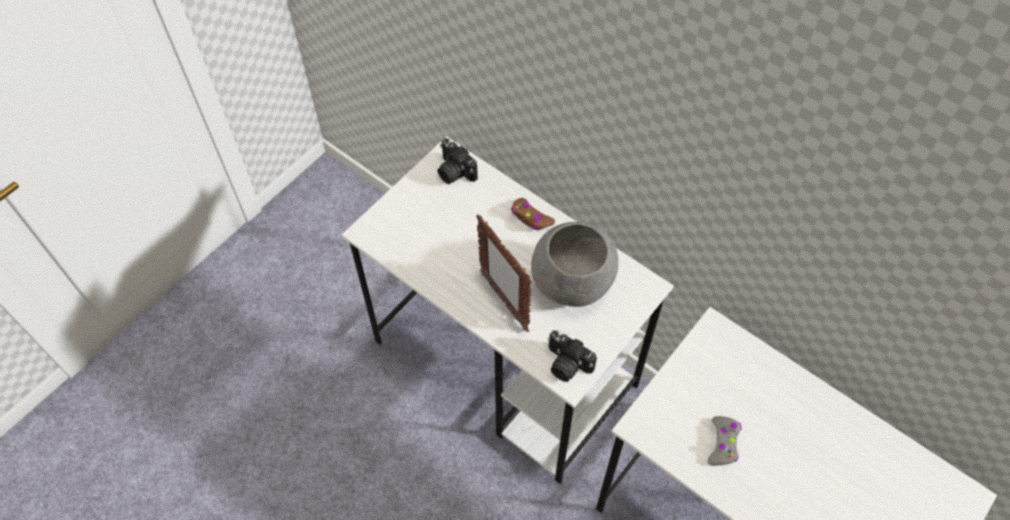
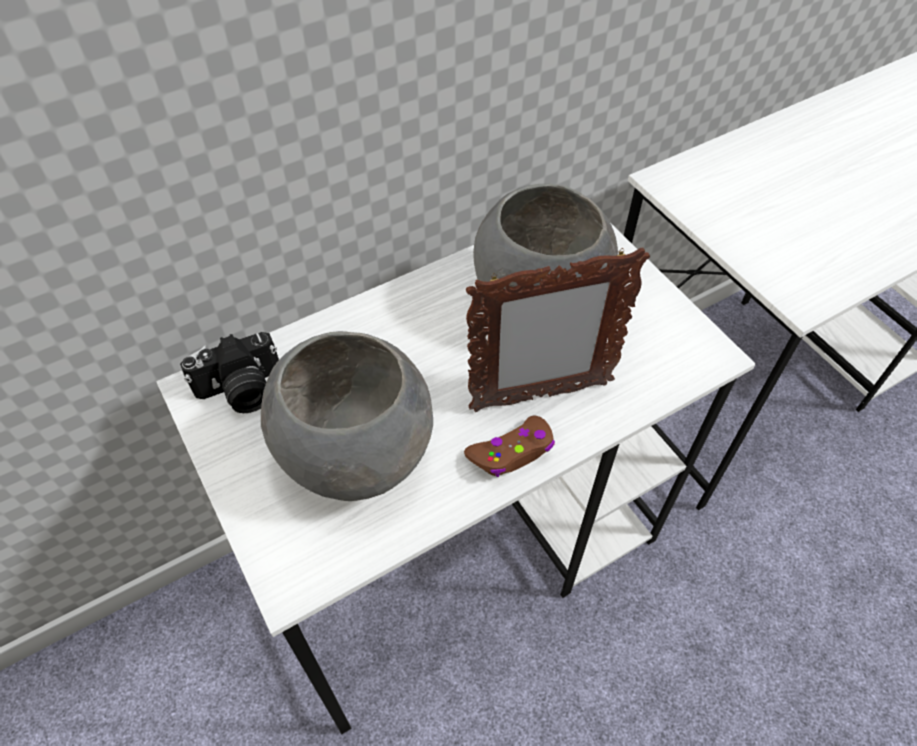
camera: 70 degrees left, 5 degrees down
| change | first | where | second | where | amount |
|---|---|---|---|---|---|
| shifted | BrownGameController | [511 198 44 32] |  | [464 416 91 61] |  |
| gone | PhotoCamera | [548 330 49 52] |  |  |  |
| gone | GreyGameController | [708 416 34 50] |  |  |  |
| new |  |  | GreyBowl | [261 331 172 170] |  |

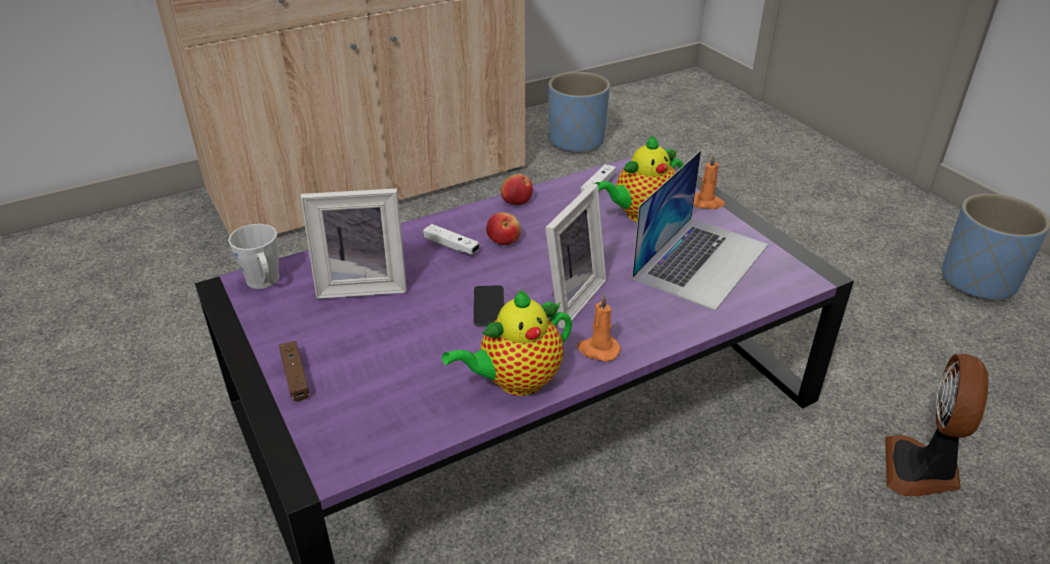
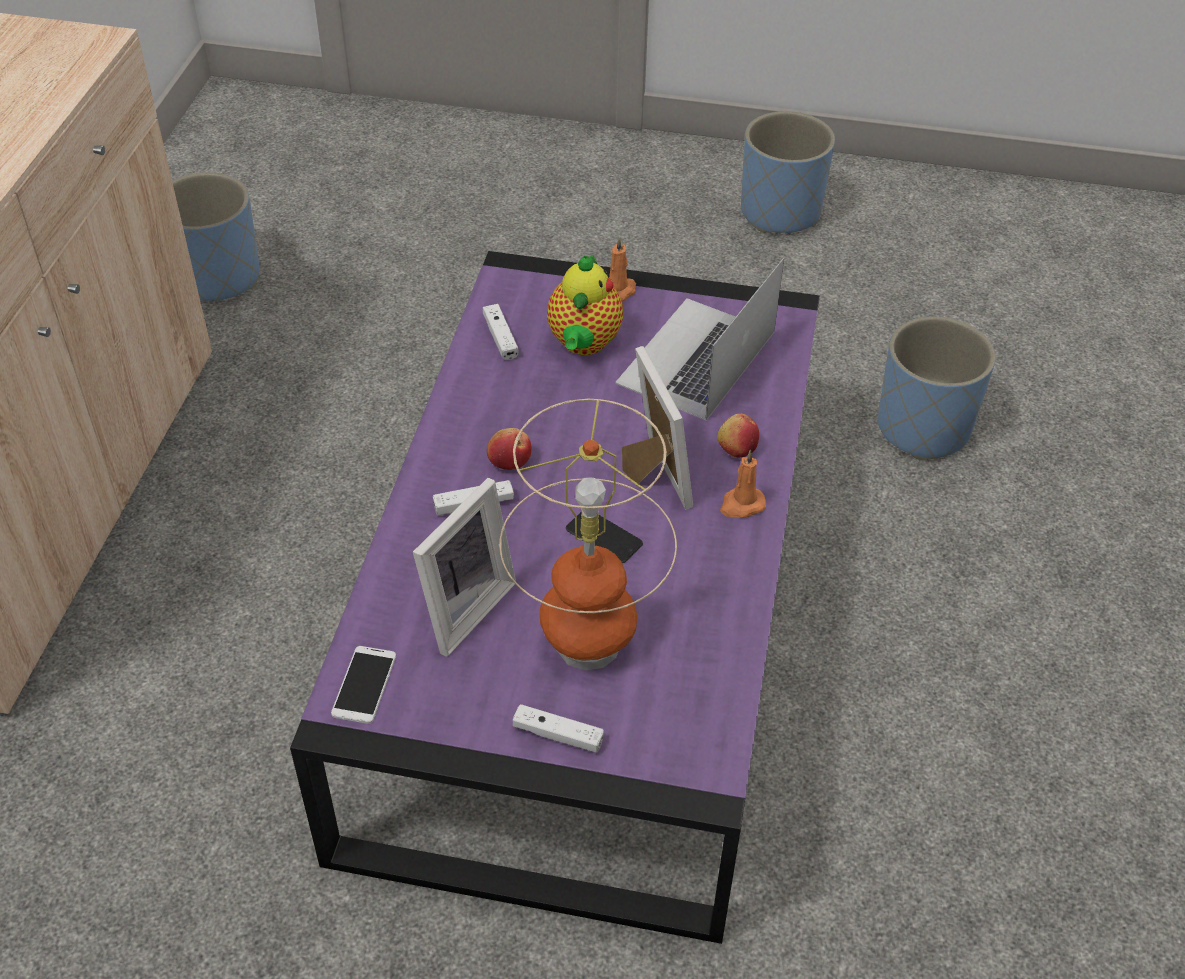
camera: 50 degrees left, 10 degrees up
| change | first | where | second | where | amount |
|---|---|---|---|---|---|
| rotated | Laptop | [632 150 136 161] |  | [615 258 169 163] | 135 degrees counterclockwise |
| shifted | Apple | [501 174 32 31] |  | [717 414 42 43] |  |
| swapped | GreyMug | [228 224 52 65] | Phone | [331 646 65 78] |  |
| gone | Teapot | [442 290 130 106] |  |  |  |
| repainted | BrownGameController | [279 341 31 60] | WhiteGameController | [513 704 91 49] |  |
| swapped | Fan | [885 354 104 142] | BluePlanter | [878 316 118 144] |  |
| new |  |  | TableLamp | [499 399 178 271] |  |

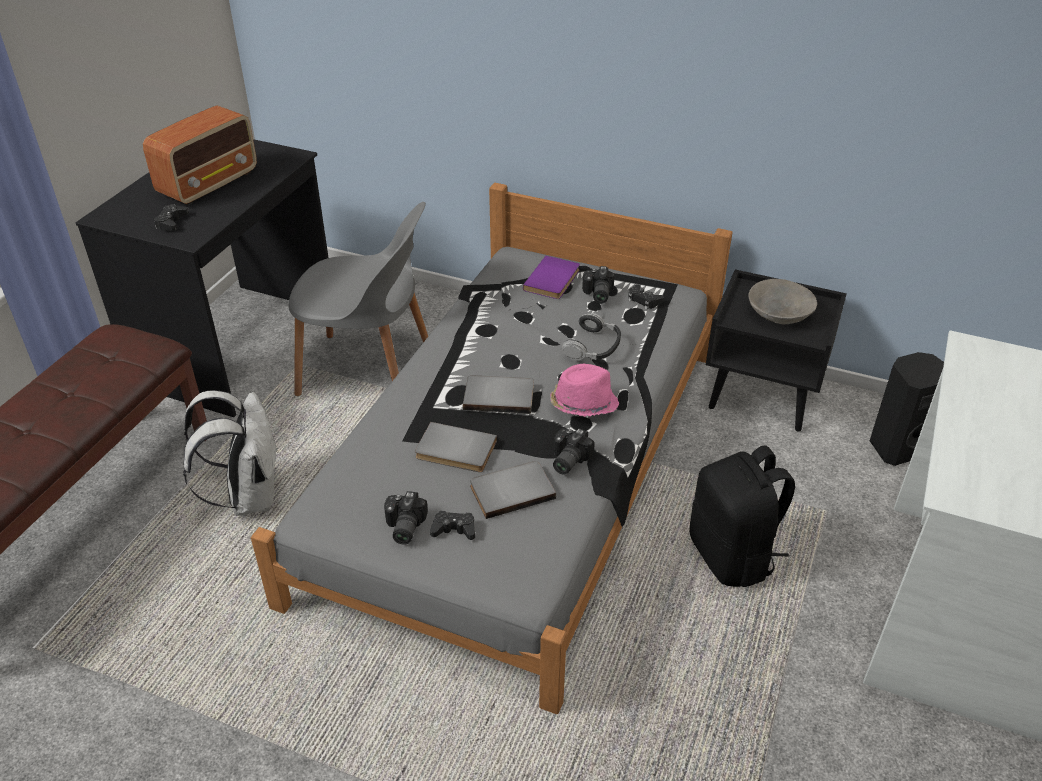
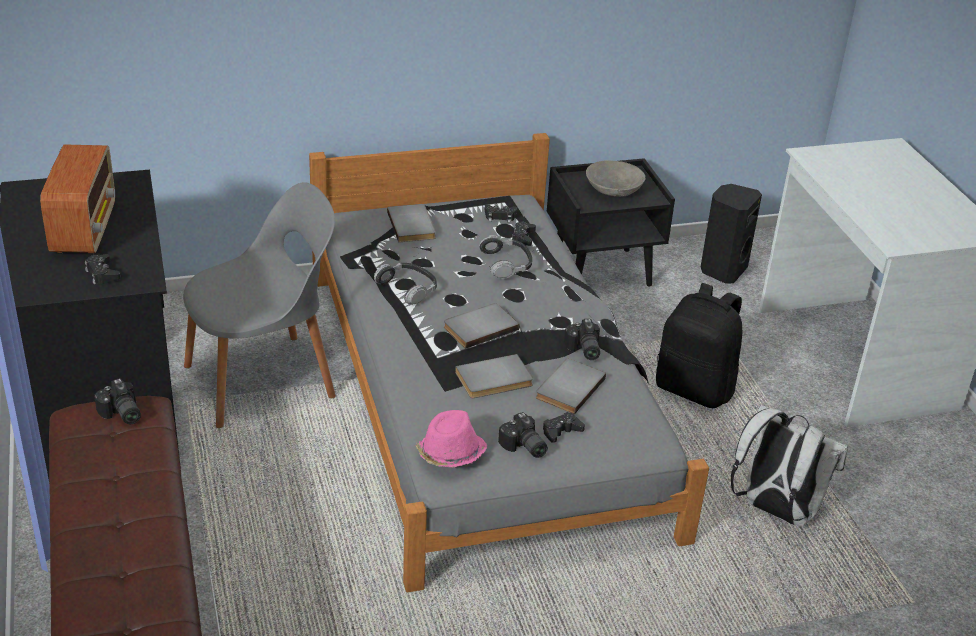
camera: 40 degrees left, 5 degrees down
| change | first | where | second | where | amount |
|---|---|---|---|---|---|
| repainted | PurpleBook | [523 256 57 43] | GreyBook | [387 204 49 38] |  |
| shifted | PhotoCamera | [582 266 33 38] |  | [94 378 47 46] |  |
| shifted | PinkHat | [550 364 69 53] |  | [415 410 72 57] |  |
| shifted | WhiteBackpack | [183 391 95 125] |  | [731 404 117 123] |  |
| new |  |  | BlackGameController | [512 222 24 24] |  |
| new |  |  | Headphones | [374 263 63 42] |  |

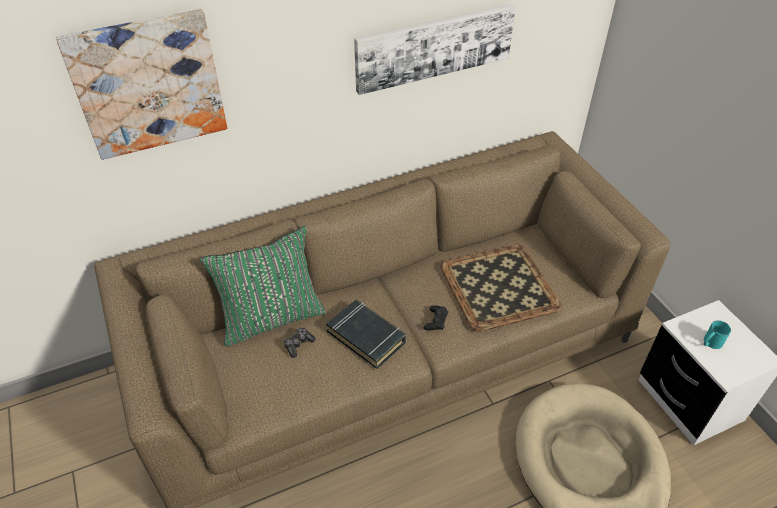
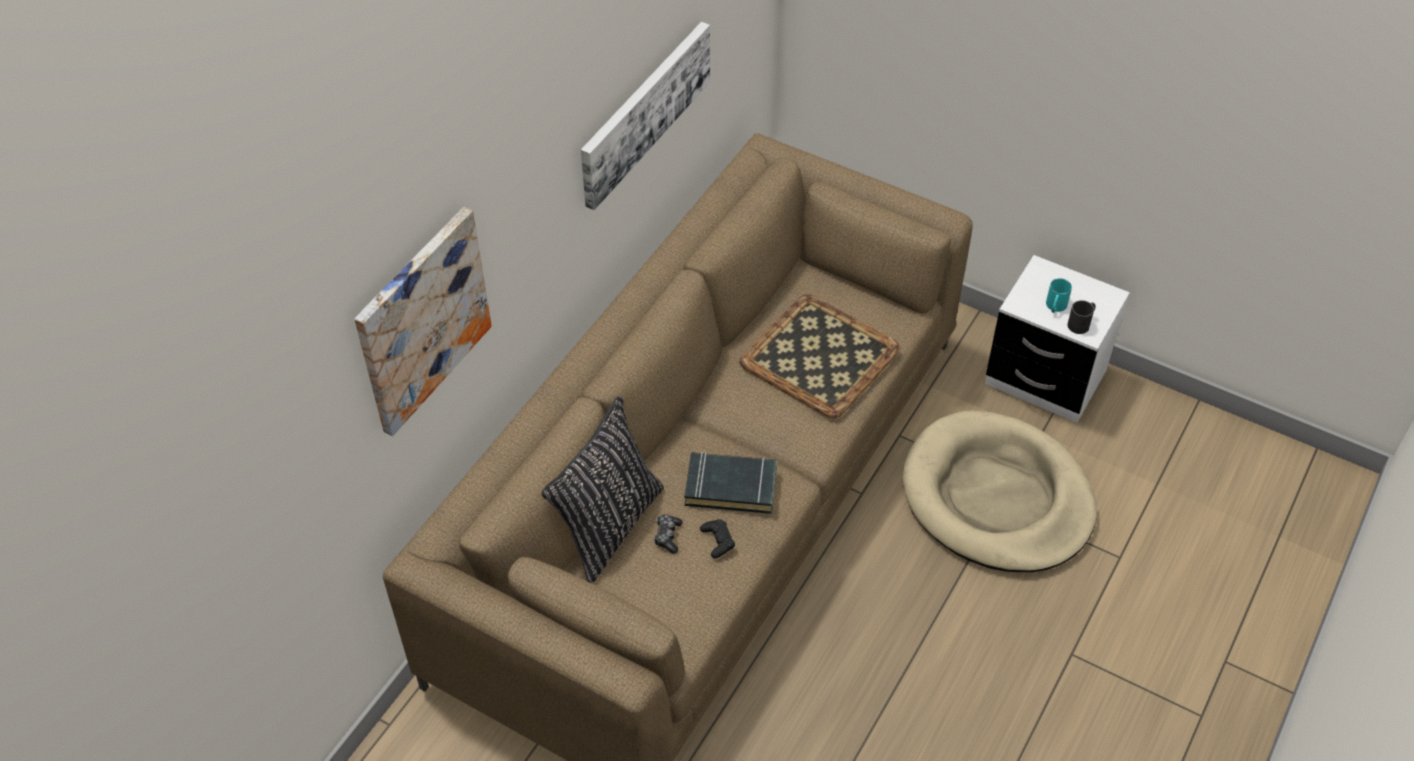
camera: 35 degrees left, 5 degrees up
| change | first | where | second | where | amount |
|---|---|---|---|---|---|
| repainted | GreenPillow | [199 226 127 121] | BlackPillow | [542 395 122 188] |  |
| shifted | BlackGameController | [424 305 24 26] |  | [700 519 35 40] |  |
| new |  |  | BlackMug | [1067 300 29 34] |  |

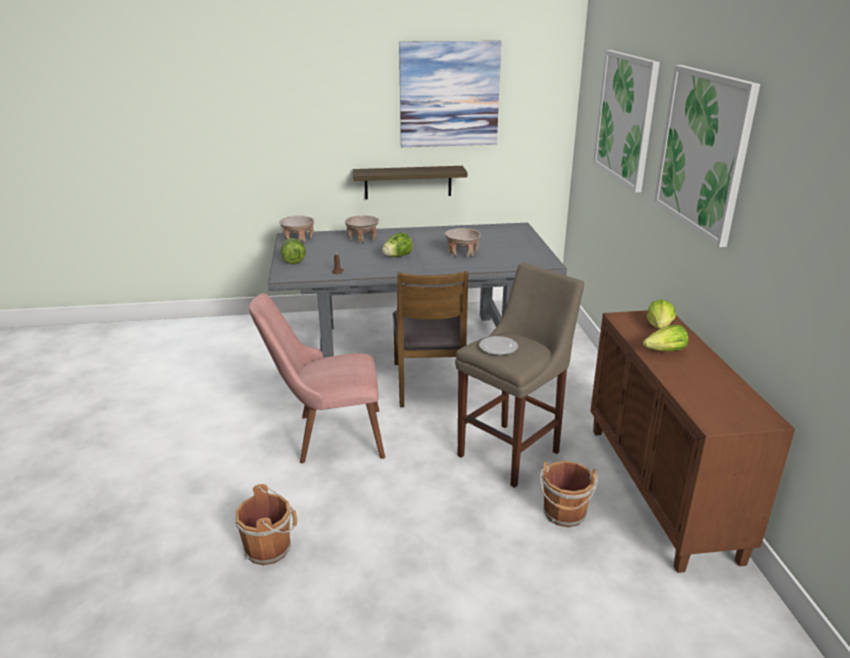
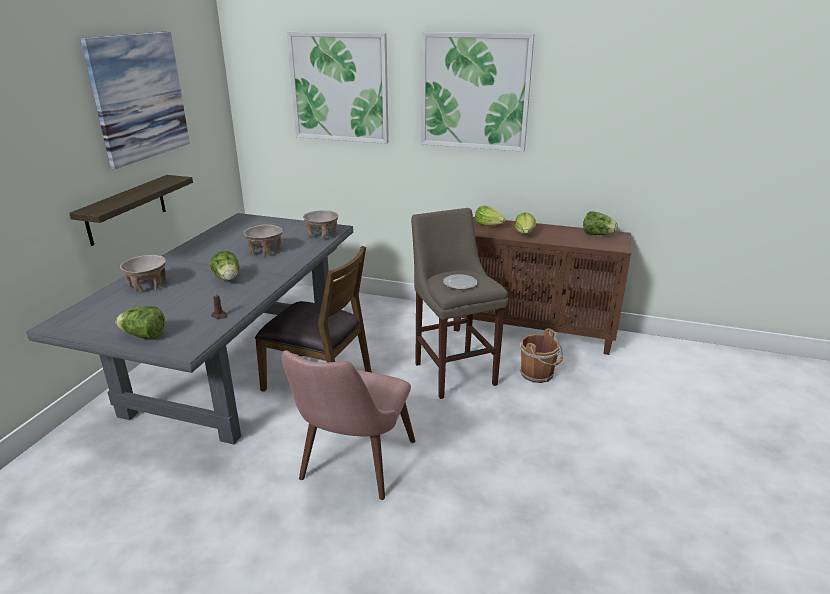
camera: 65 degrees left, 0 degrees up
| change | first | where | second | where | amount |
|---|---|---|---|---|---|
| shifted | BeigeBowl | [279 215 35 28] |  | [303 210 35 29] |  |
| gone | BrownBucket | [235 484 62 81] |  |  |  |
| new |  |  | Lettuce | [583 211 35 24] |  |

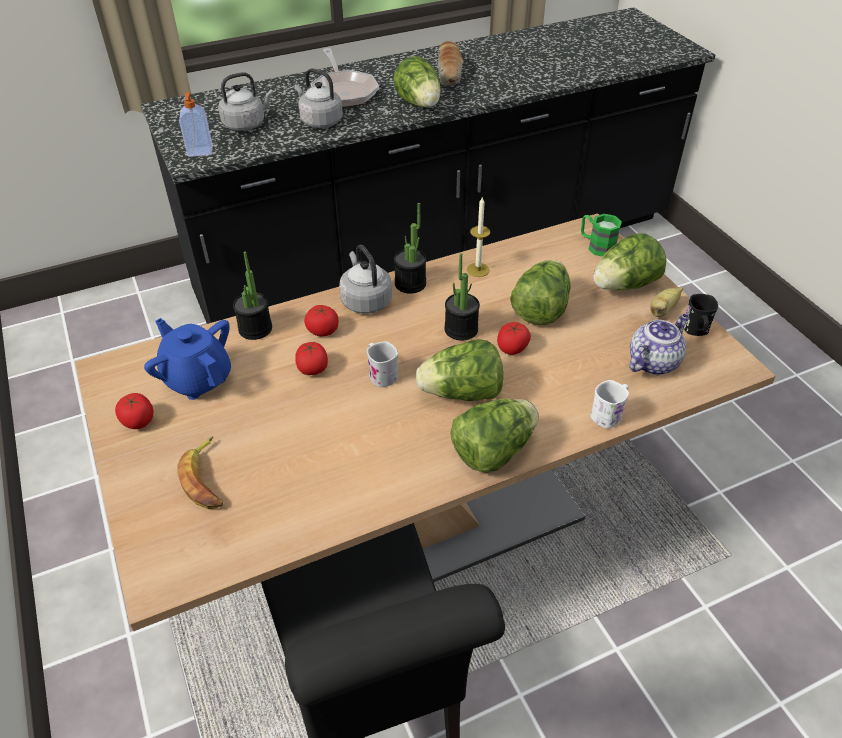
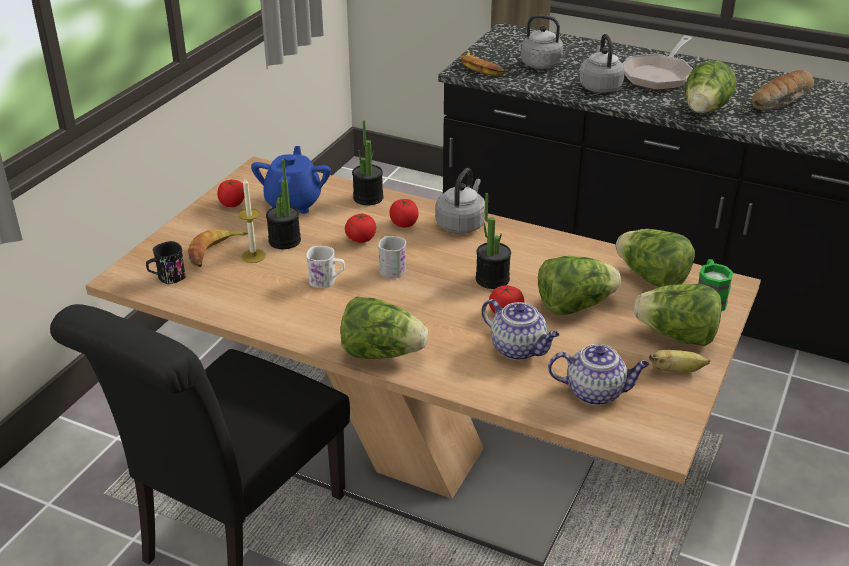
camera: 50 degrees right, 10 degrees down
| change | first | where | second | where | amount |
|---|---|---|---|---|---|
| swapped | SoapDispenser | [179 93 34 64] | Banana | [461 51 44 24] |  |
| shifted | Candle | [467 197 23 80] |  | [239 178 27 85] |  |
| shifted | PottedPlant | [394 203 32 91] |  | [266 159 35 90] |  |
| shifted | BlackMug | [684 294 34 42] |  | [146 241 40 43] |  |
| shifted | Lettuce | [416 339 87 62] |  | [616 229 79 58] |  |
| shifted | WhiteMug | [590 380 39 49] |  | [306 246 39 42] |  |
| new |  |  | Teapot | [482 299 77 61] |  |

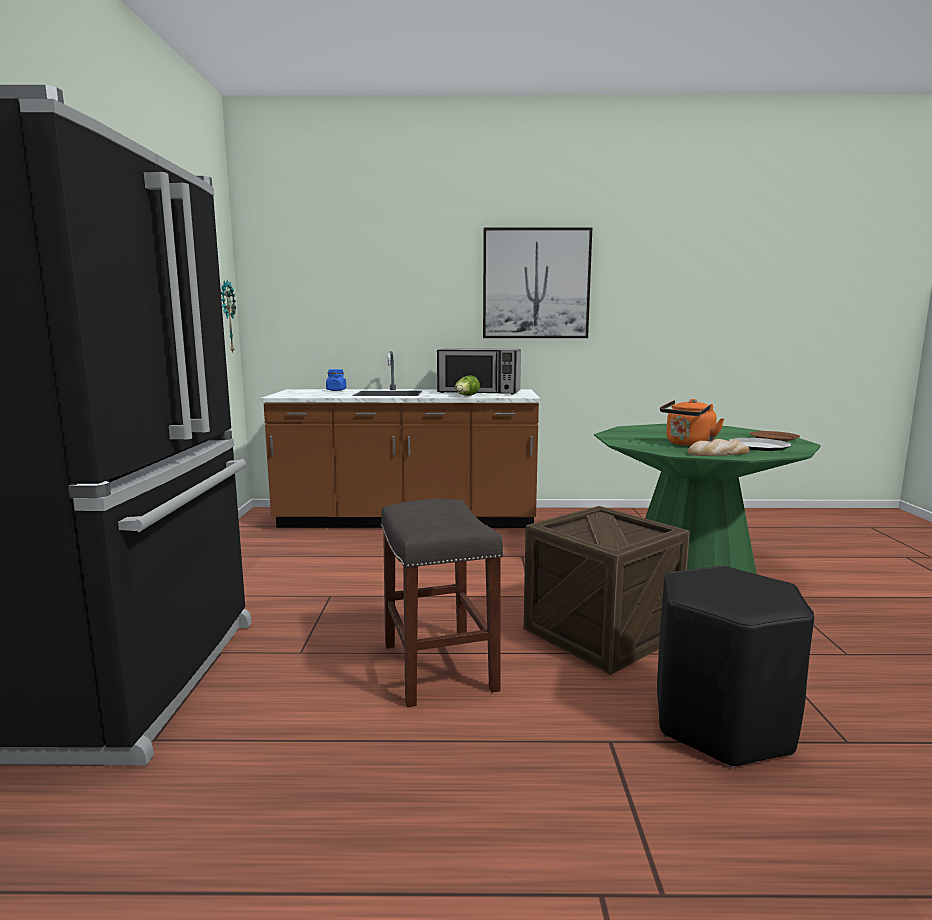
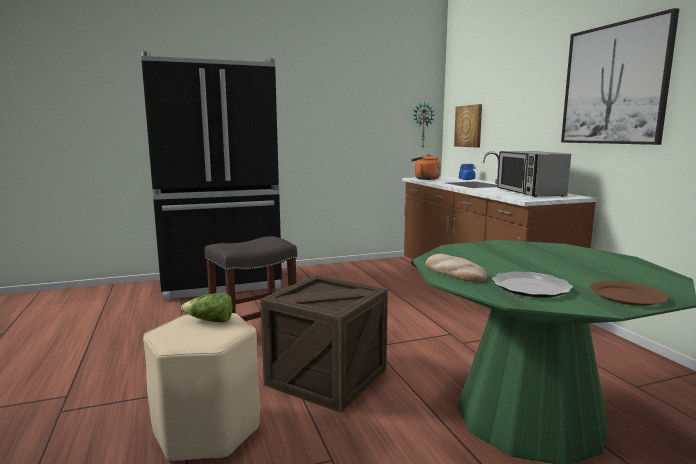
camera: 70 degrees right, 0 degrees up
| change | first | where | second | where | amount |
|---|---|---|---|---|---|
| shifted | Lettuce | [455 375 25 21] |  | [181 293 52 29] |  |
| shifted | OrangeKettle | [660 399 64 47] |  | [411 154 30 26] |  |
| repainted | BlackStool | [657 566 157 202] | BeigeStool | [143 313 117 150] |  |
| new |  |  | Picture | [454 104 28 44] |  |

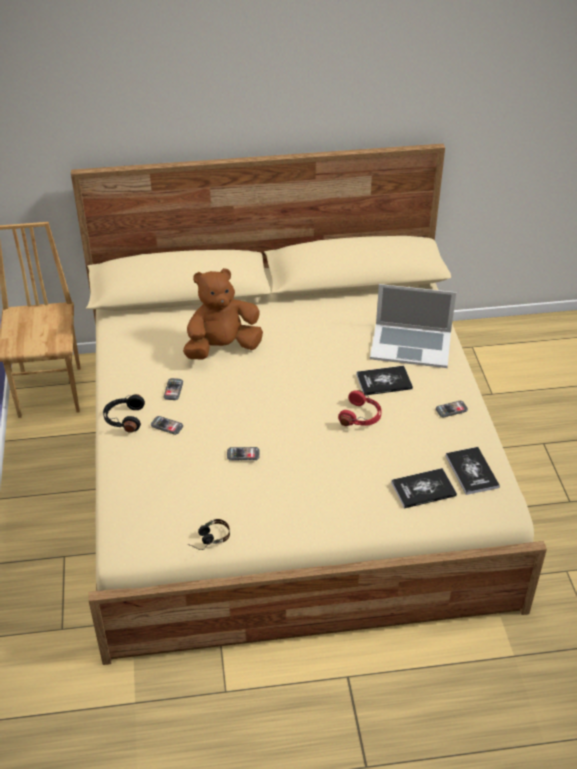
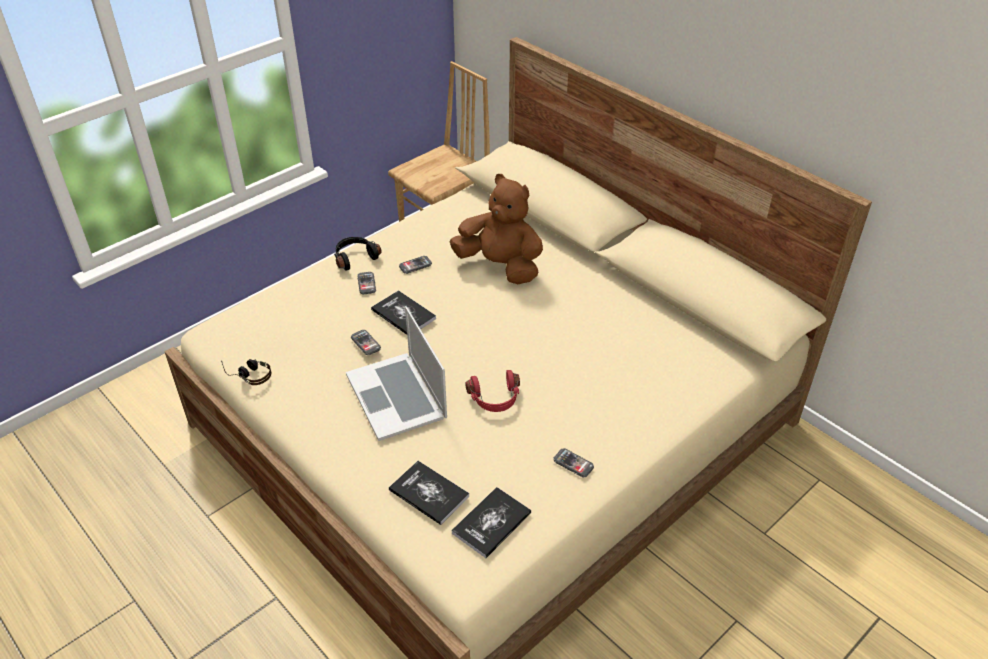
camera: 55 degrees right, 0 degrees up
| change | first | where | second | where | amount |
|---|---|---|---|---|---|
| shifted | Laptop | [370 284 86 84] |  | [346 306 101 135] |  |
| shifted | Book | [356 366 57 29] |  | [371 290 65 45] |  |

